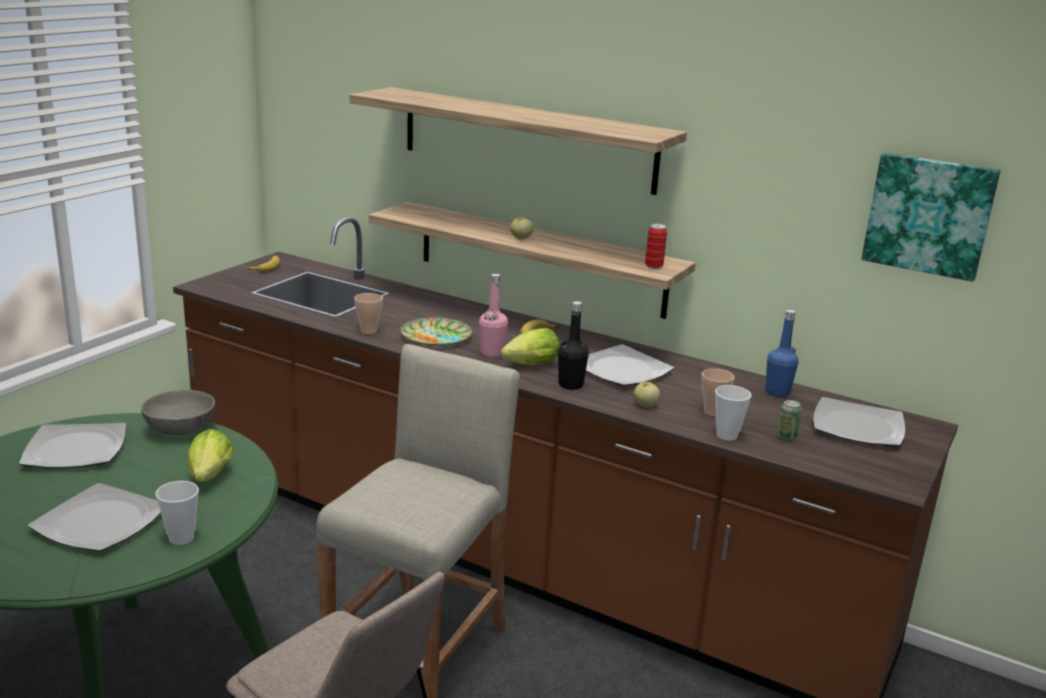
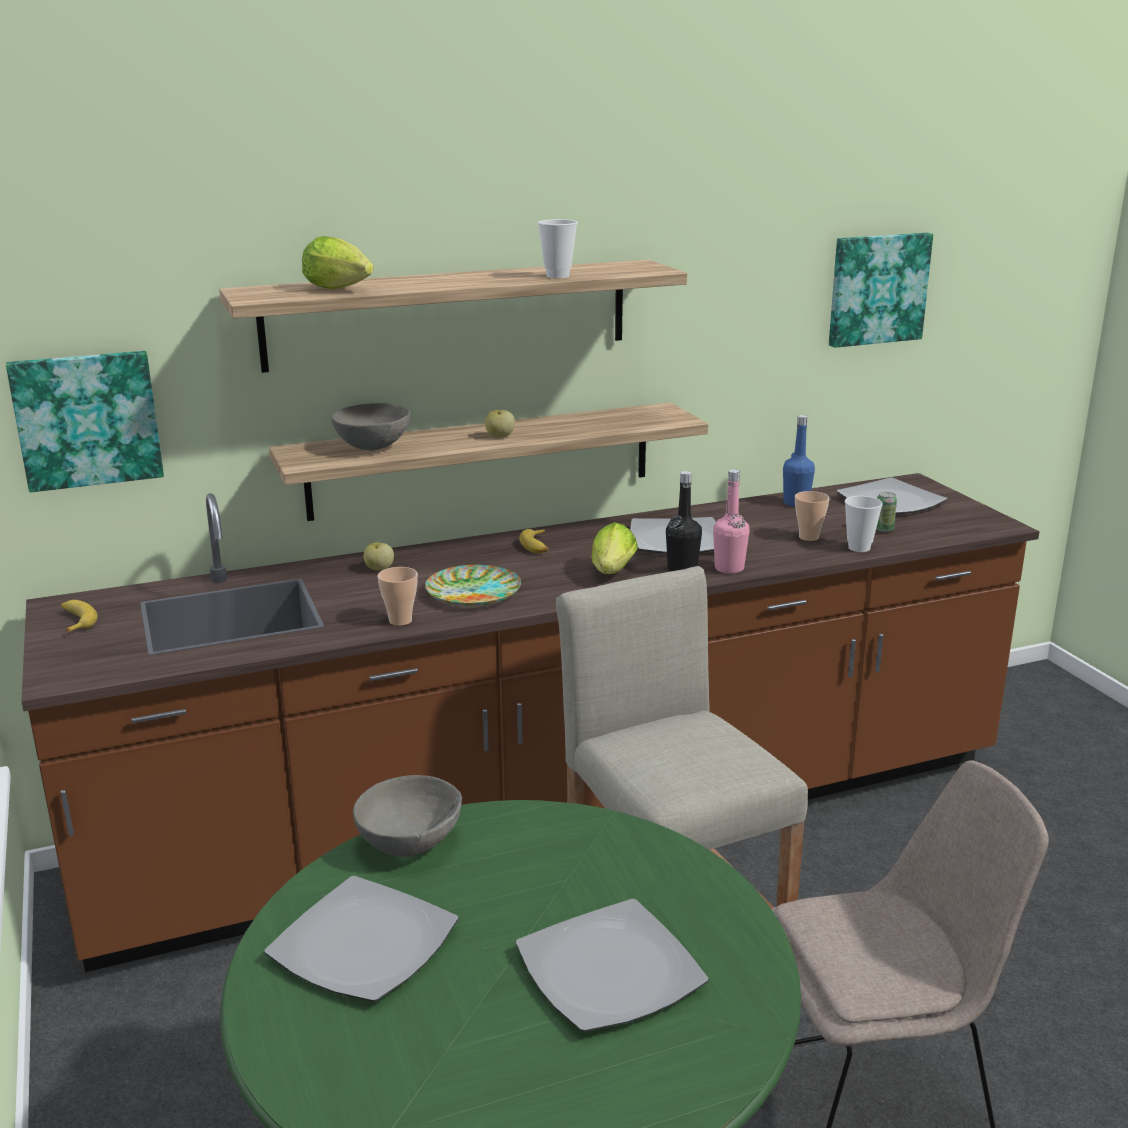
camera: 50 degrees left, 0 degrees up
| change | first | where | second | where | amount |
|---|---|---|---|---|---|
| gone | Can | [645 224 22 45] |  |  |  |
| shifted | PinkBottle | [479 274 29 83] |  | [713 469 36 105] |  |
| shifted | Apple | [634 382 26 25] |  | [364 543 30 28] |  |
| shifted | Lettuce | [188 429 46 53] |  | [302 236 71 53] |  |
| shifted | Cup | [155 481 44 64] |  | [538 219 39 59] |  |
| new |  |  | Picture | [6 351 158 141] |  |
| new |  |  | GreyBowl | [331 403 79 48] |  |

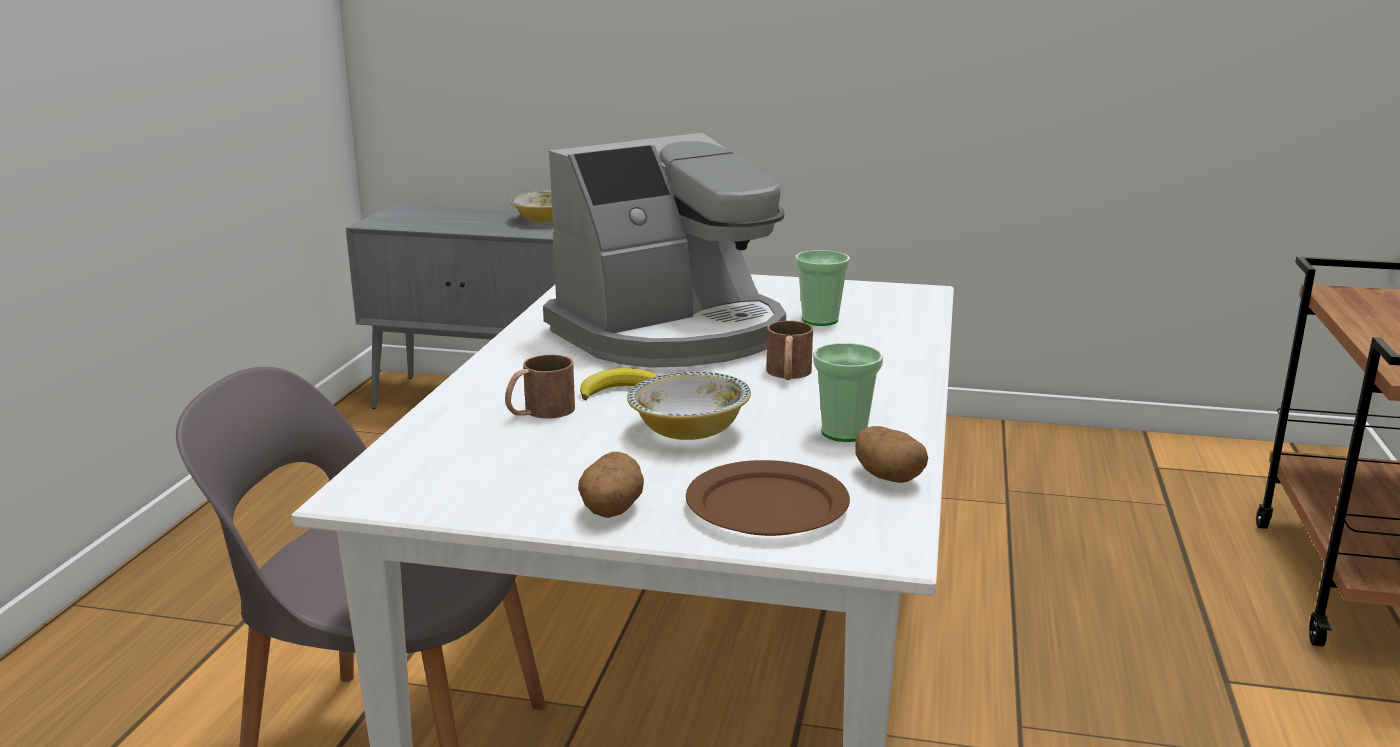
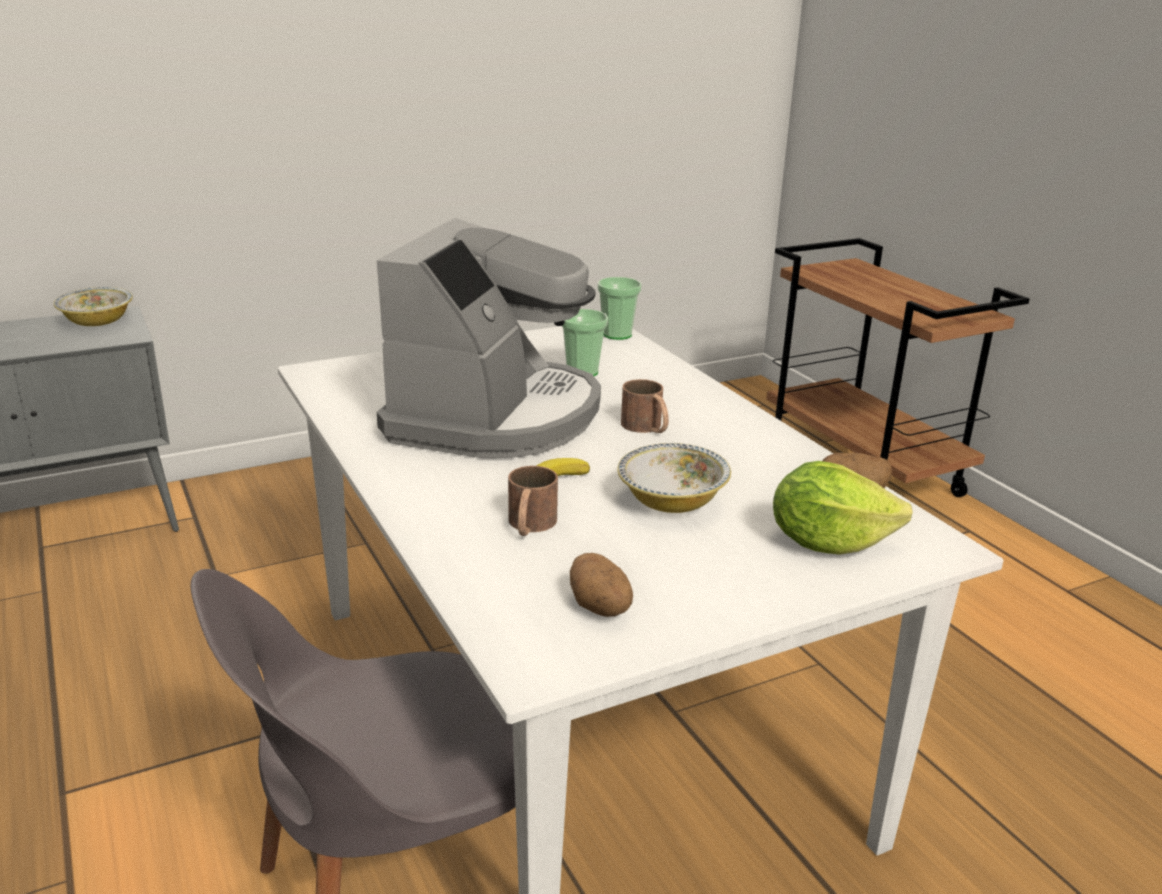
camera: 40 degrees left, 5 degrees up
| change | first | where | second | where | amount |
|---|---|---|---|---|---|
| shifted | Cup | [813 343 70 99] |  | [598 277 44 63] |  |
| shifted | Potato | [578 452 66 66] |  | [570 553 63 64] |  |
| swapped | BrownPlate | [686 460 164 76] | Lettuce | [773 461 140 94] |  |

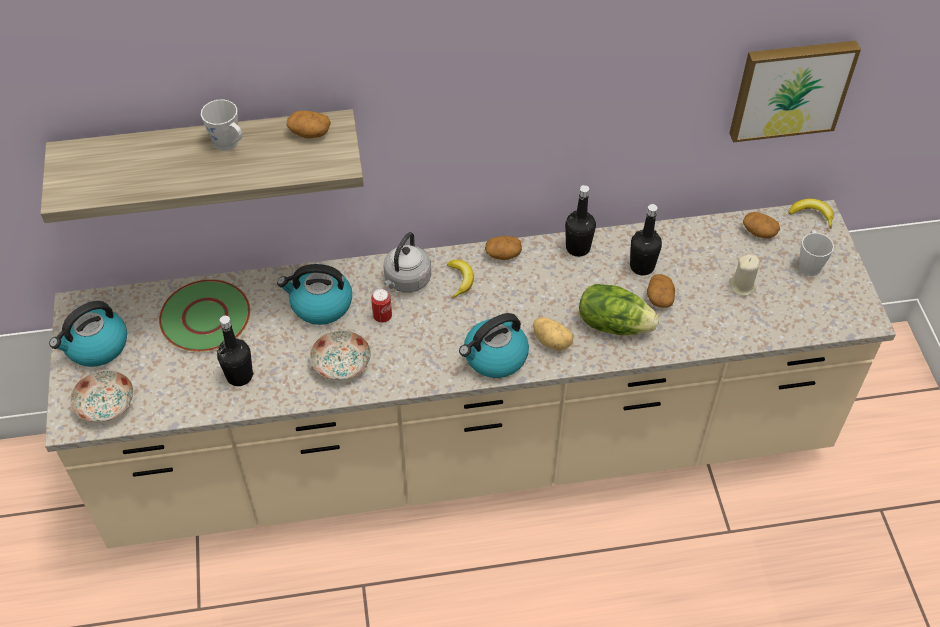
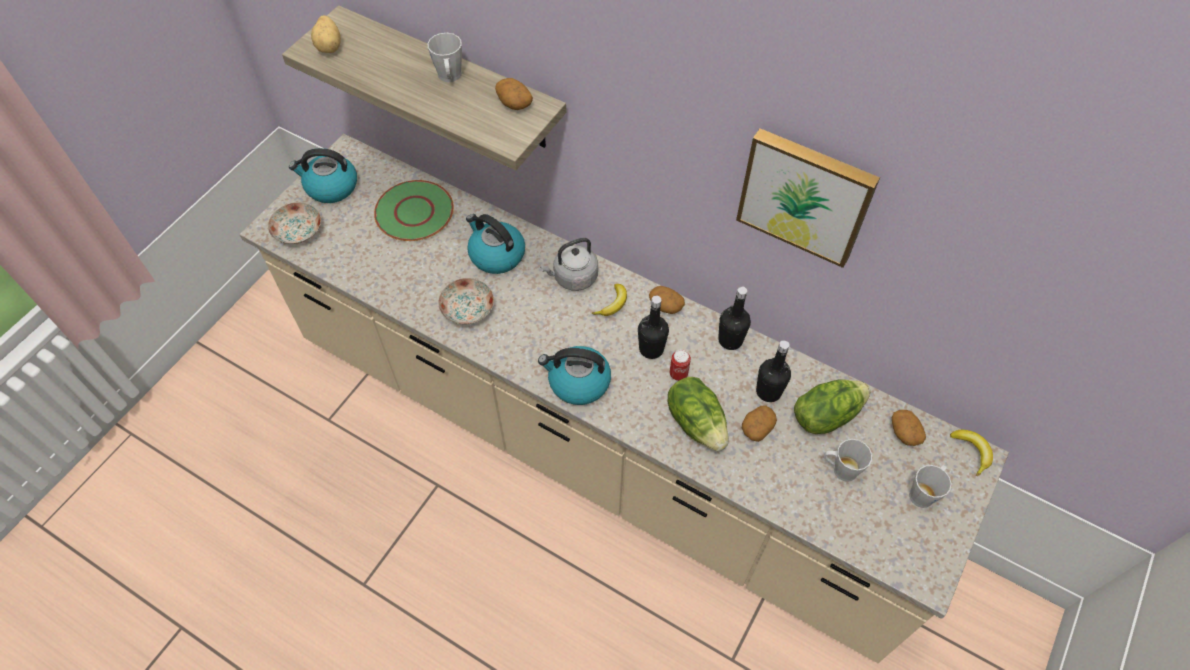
camera: 40 degrees right, 5 degrees up
| change | first | where | second | where | amount |
|---|---|---|---|---|---|
| shifted | Picture | [729 40 132 102] |  | [736 128 144 140] |  |
| swapped | BeigeCandle | [729 254 31 42] | GreyMug | [824 439 48 43] |  |
| shifted | Can | [371 289 21 34] |  | [670 349 21 32] |  |
| shifted | BlackBottle | [217 316 37 70] |  | [638 296 31 63] |  |
| shifted | Potato | [533 317 40 34] |  | [311 15 30 38] |  |
| new |  |  | Lettuce | [794 380 77 54] |  |

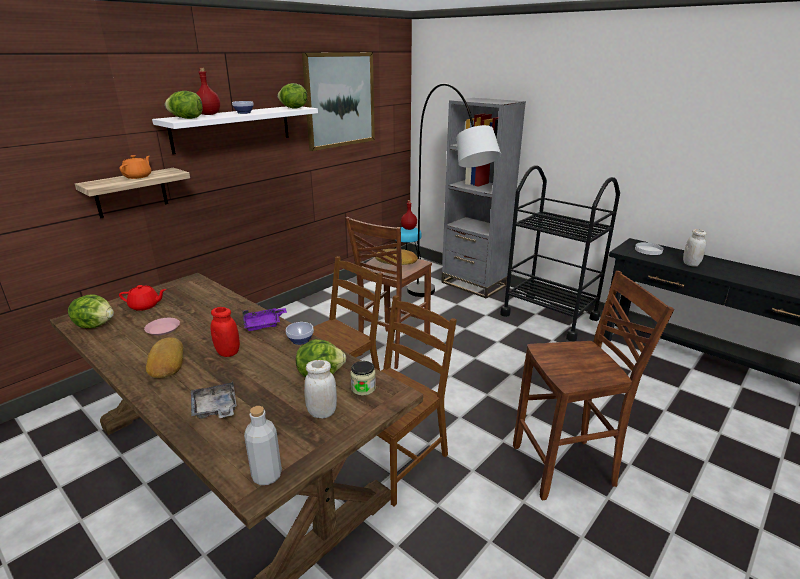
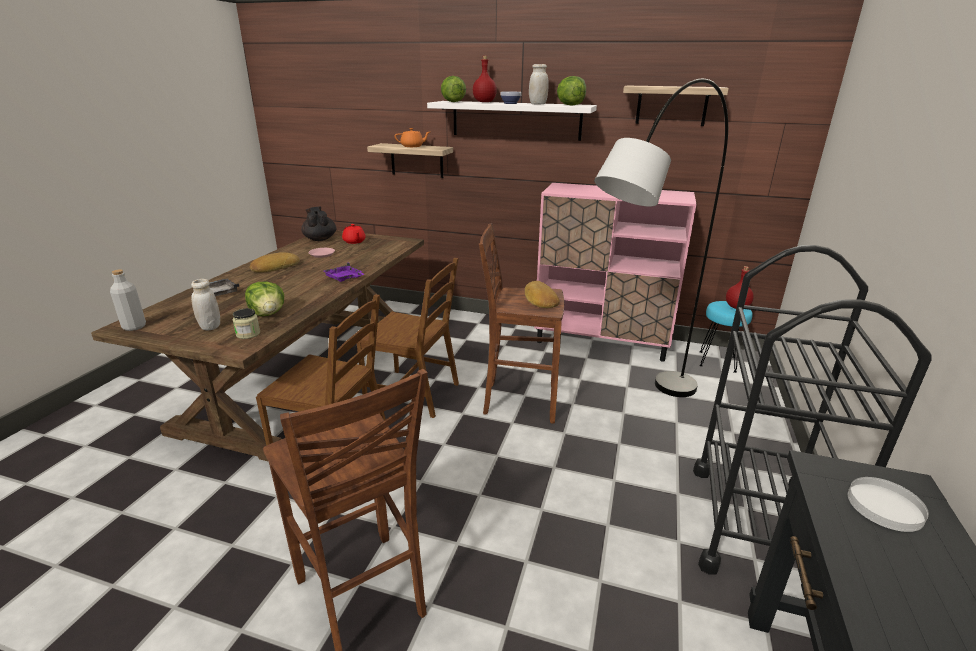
camera: 65 degrees right, 0 degrees up
| change | first | where | second | where | amount |
|---|---|---|---|---|---|
| swapped | Picture | [302 52 73 99] | Shelf | [623 86 106 40] |  |
| gone | GreyBookcase | [441 98 85 201] |  |  |  |
| shifted | WhiteJar | [683 229 24 38] |  | [529 64 20 40] |  |
| swapped | Lettuce | [68 295 46 33] | BlackTeapot | [301 206 35 35] |  |
| gone | RedJar | [211 307 29 50] |  |  |  |
| gone | Bowl | [286 322 28 23] |  |  |  |
| new |  |  | PinkCabinet | [534 183 163 179] |  |

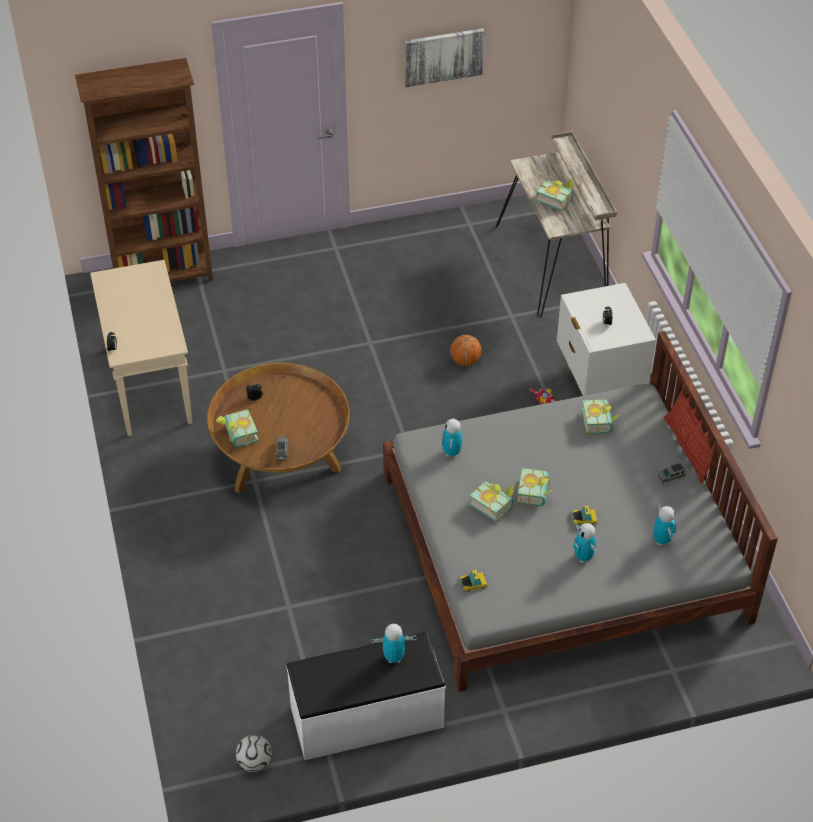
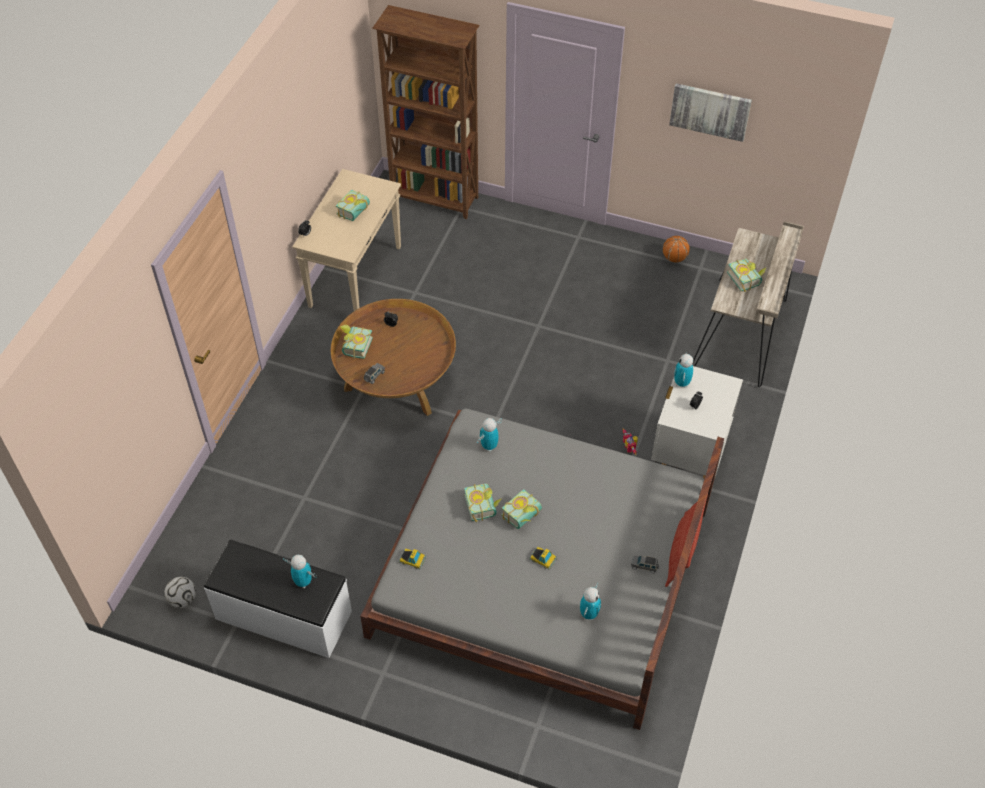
camera: 35 degrees right, 5 degrees up
| change | first | where | second | where | amount |
|---|---|---|---|---|---|
| shifted | Basketball | [450 335 32 31] |  | [663 236 27 27] |  |
| shifted | Book | [582 398 38 38] |  | [336 190 34 31] |  |
| shifted | ToyRobot | [573 522 25 41] |  | [674 354 19 34] |  |

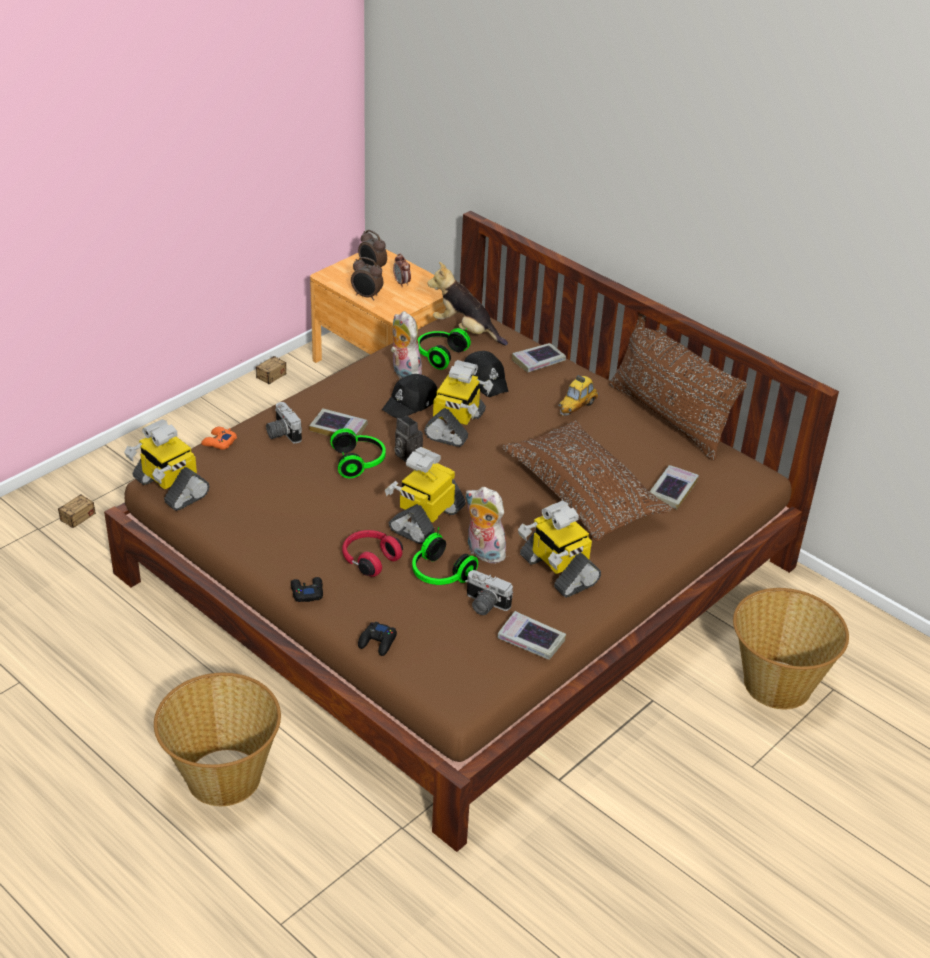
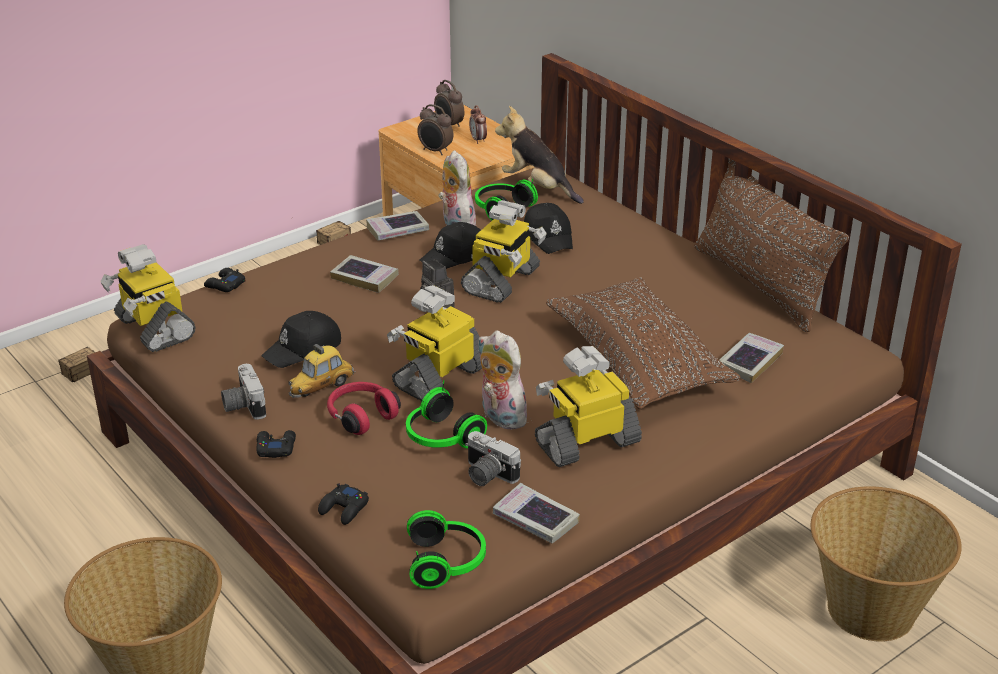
camera: 10 degrees right, 5 degrees down
| change | first | where | second | where | amount |
|---|---|---|---|---|---|
| shifted | Book | [512 343 54 29] |  | [366 211 63 30] |  |
| shifted | ToyCar | [558 375 41 41] |  | [288 344 68 54] |  |
| shifted | PhotoCamera | [266 402 36 42] |  | [221 364 45 56] |  |
| repainted | OrangeGameController | [201 427 36 23] | BlackGameController | [204 268 41 24] |  |
| shifted | Headphones | [330 428 56 50] |  | [407 510 79 79] |  |
| rotated | ToyRobot | [518 501 83 97] |  | [535 346 107 121] | 90 degrees clockwise |
| new |  |  | BlackCap | [261 311 80 57] |  |

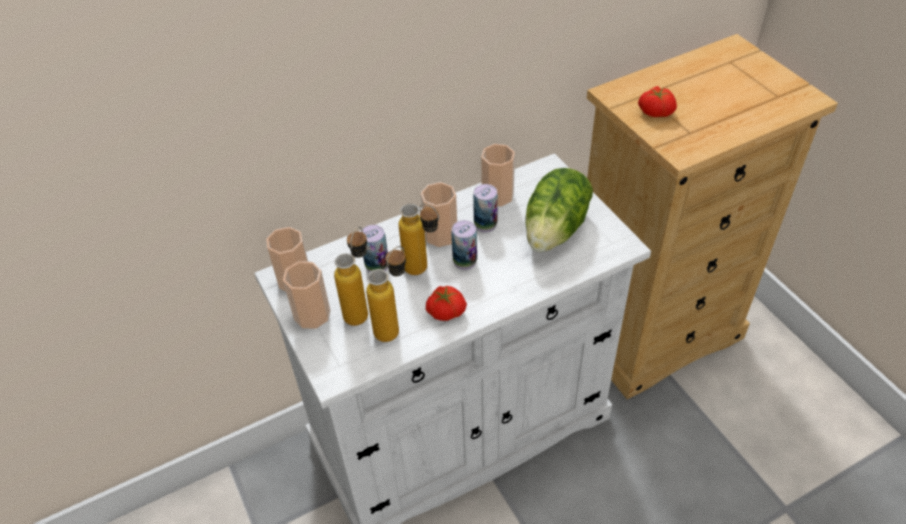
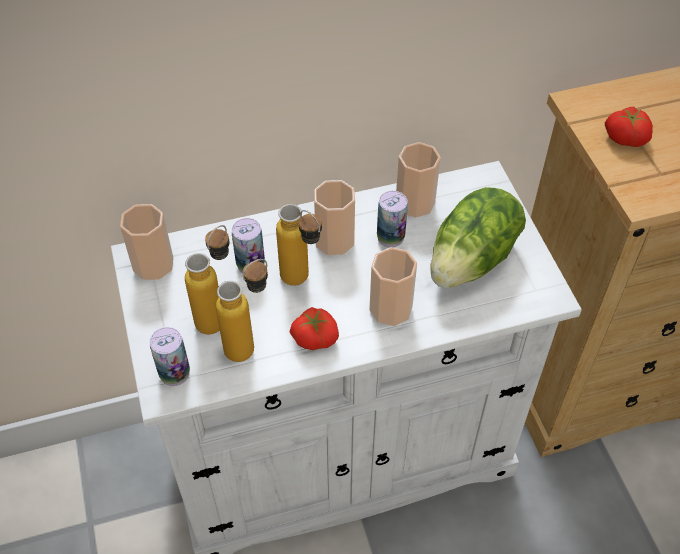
camera: 10 degrees right, 5 degrees up
| change | first | where | second | where | amount |
|---|---|---|---|---|---|
| shifted | Can | [451 220 26 50] |  | [150 327 40 59] |  |
| shifted | Cup | [283 261 47 68] |  | [369 247 48 79] |  |

